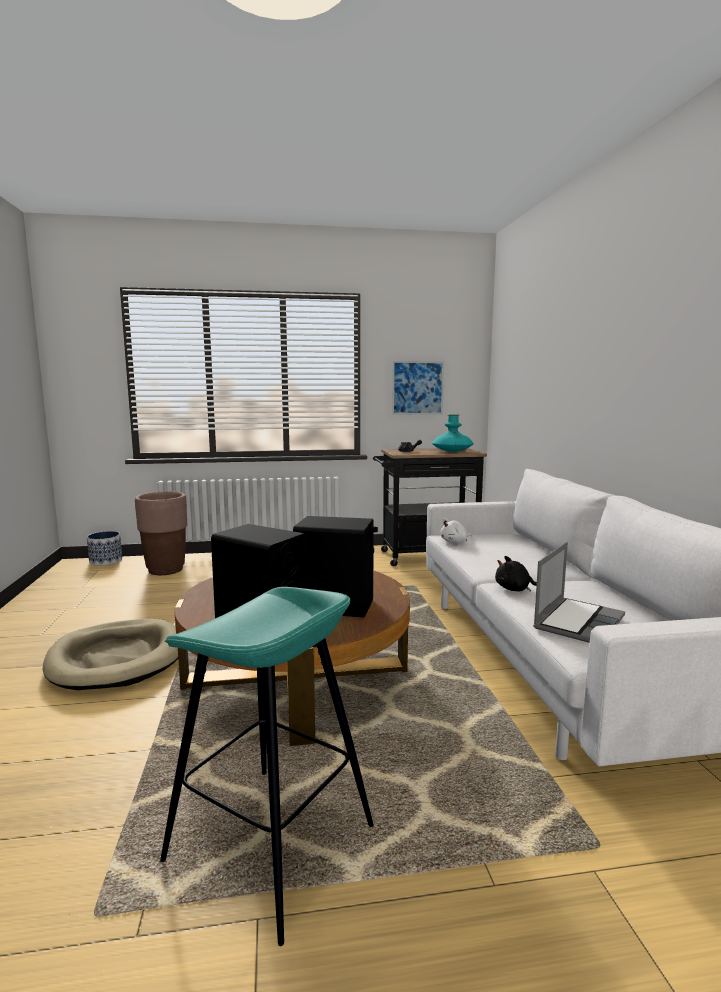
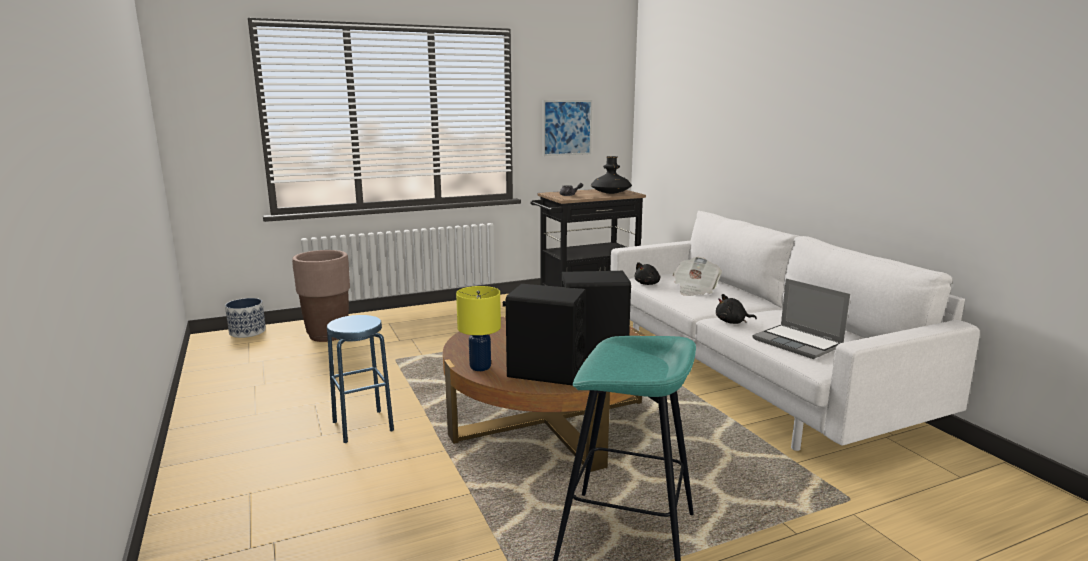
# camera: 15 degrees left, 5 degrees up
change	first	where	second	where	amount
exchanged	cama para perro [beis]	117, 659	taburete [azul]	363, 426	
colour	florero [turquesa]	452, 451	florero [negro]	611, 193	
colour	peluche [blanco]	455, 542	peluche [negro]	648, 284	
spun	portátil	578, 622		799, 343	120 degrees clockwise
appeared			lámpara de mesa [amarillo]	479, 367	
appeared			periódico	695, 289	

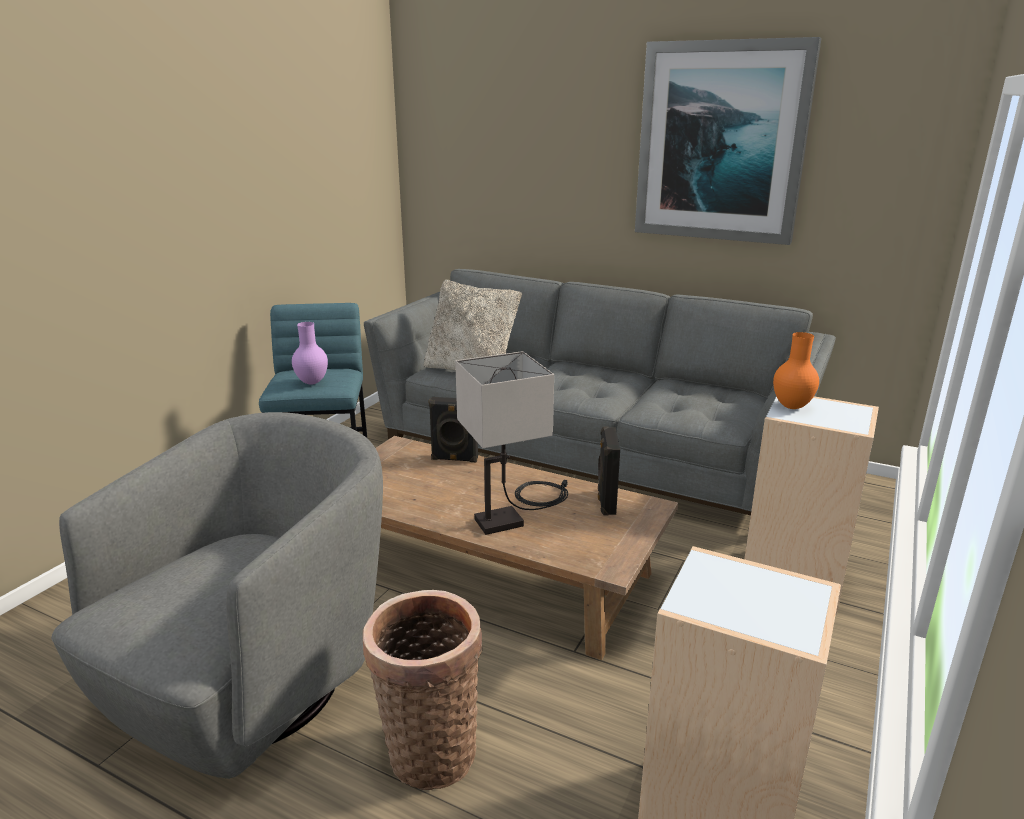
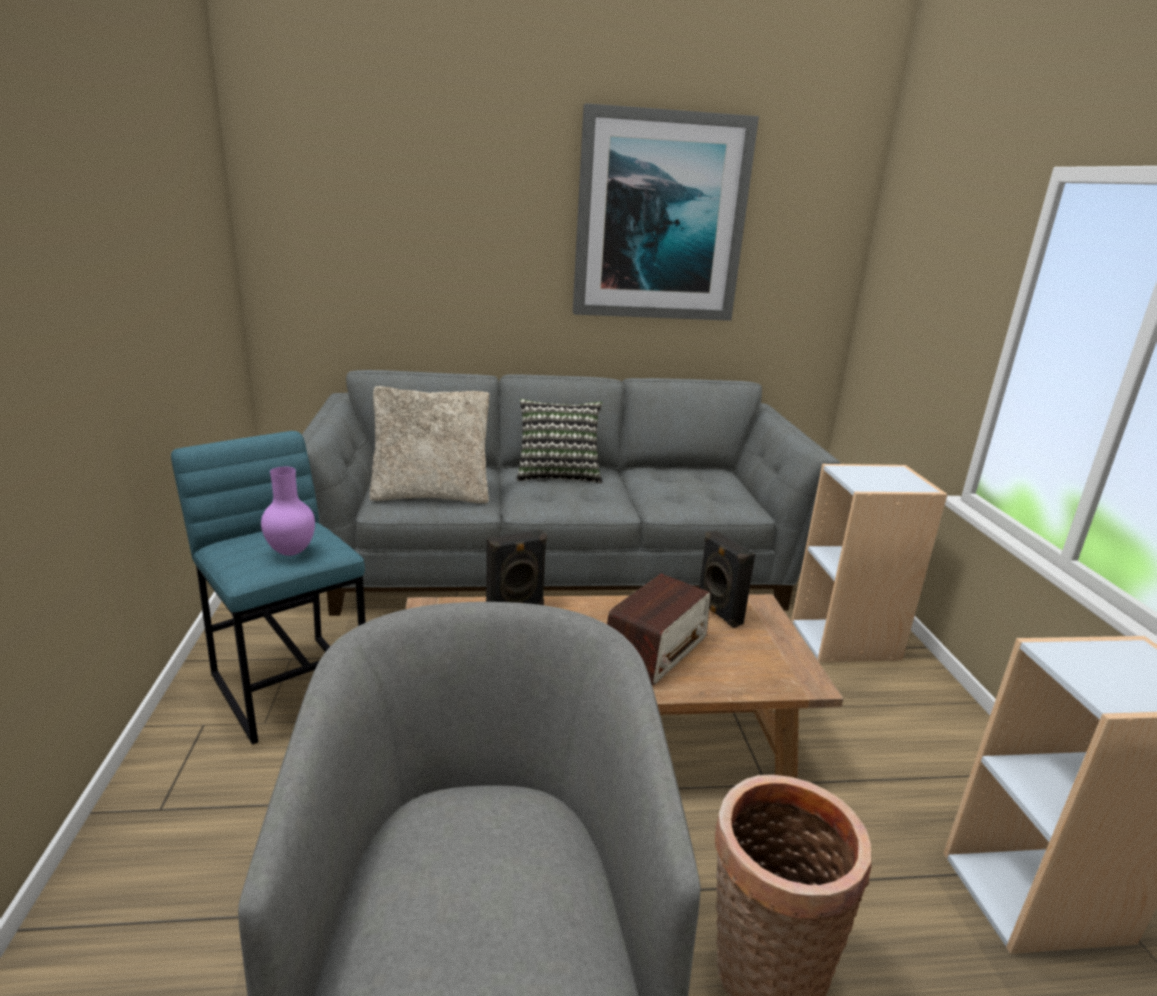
# camera: 35 degrees left, 0 degrees up
change	first	where	second	where	amount
exchanged	lámpara de mesa	519, 511	radio	656, 649	
missing	florero [naranja]	792, 407			
appeared			cojín	558, 475	

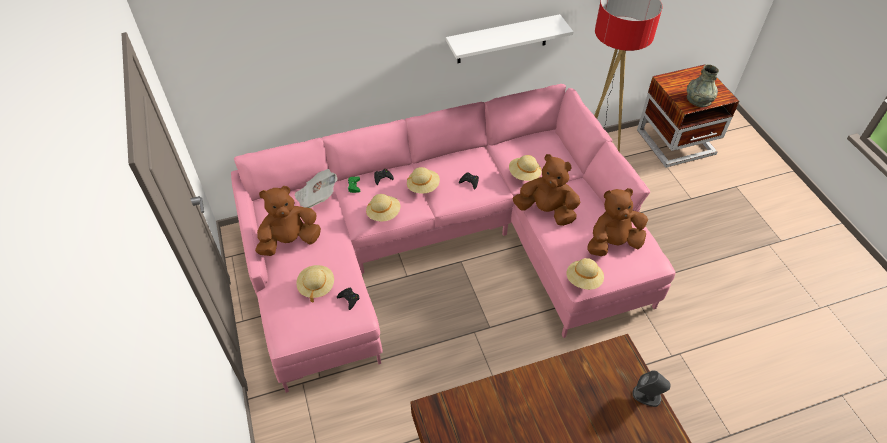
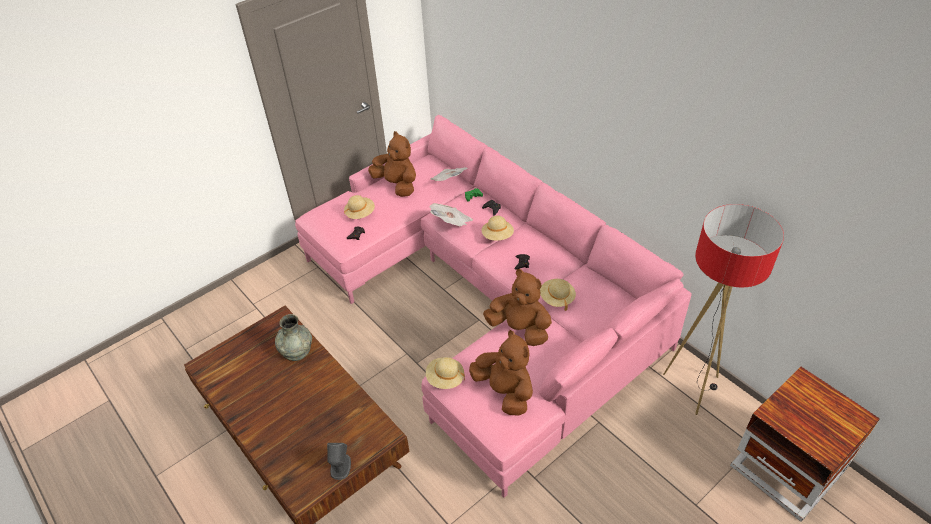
# camera: 70 degrees right, 5 degrees down
change	first	where	second	where	amount
exchanged	sombrero [beis]	383, 214	periódico	451, 223	
missing	estante [blanco]	502, 39			
spun	peluche [marrón]	546, 211		520, 329	60 degrees counterclockwise
relocated	florero [gris]	698, 100		296, 349	

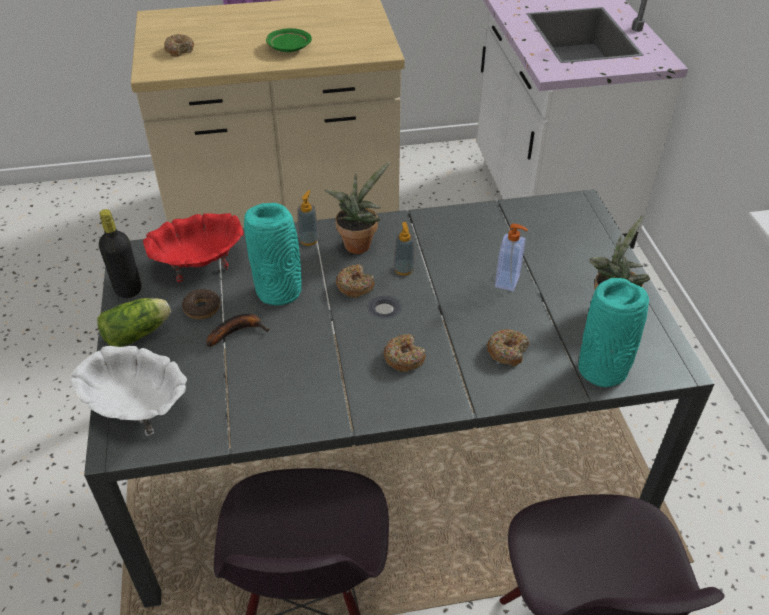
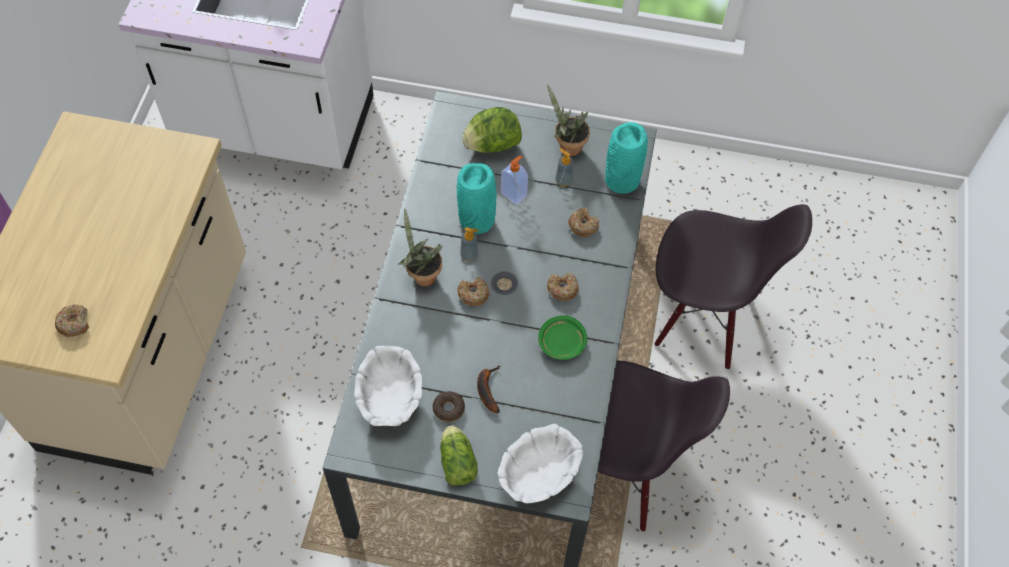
# camera: 70 degrees left, 15 degrees up
change	first	where	second	where	amount
missing	botella [negro]	128, 289			
colour	cuenco [rojo]	199, 263	cuenco [blanco]	389, 398	
relocated	florero [turquesa]	280, 292		477, 219	
relocated	plato [verde]	288, 47		562, 342	
relocated	dispensador de jabón	309, 240		563, 181	
appeared			lechuga	492, 145	

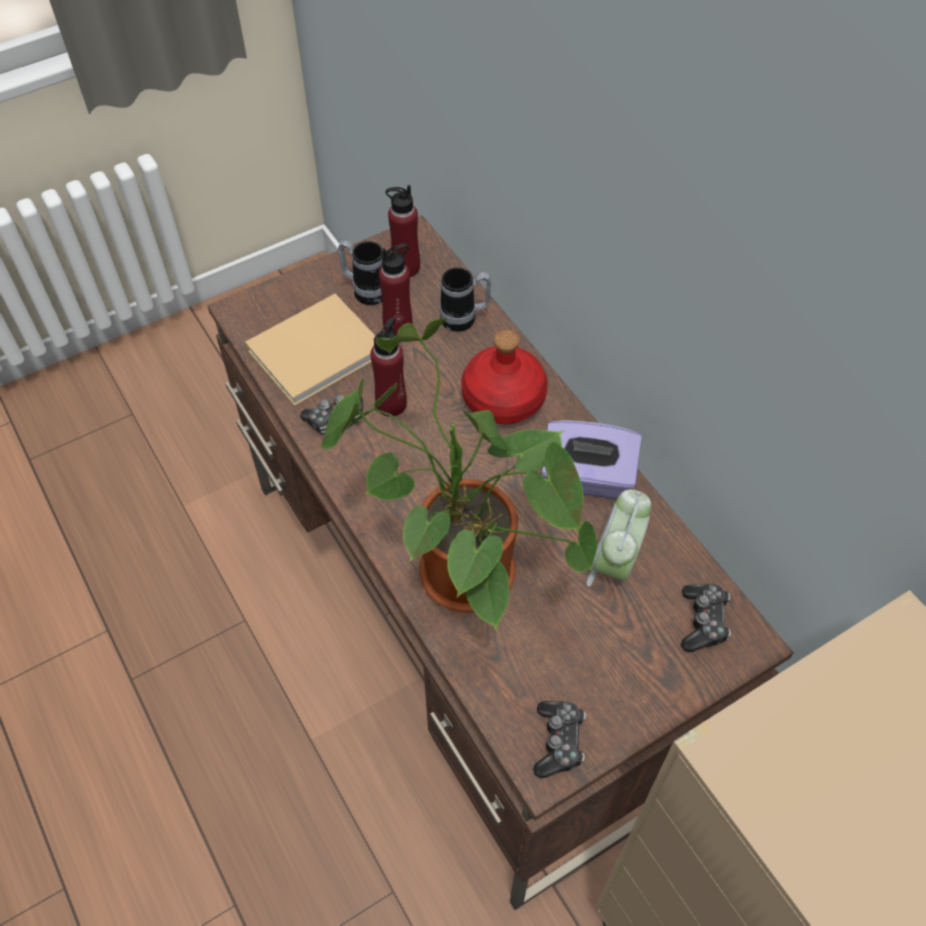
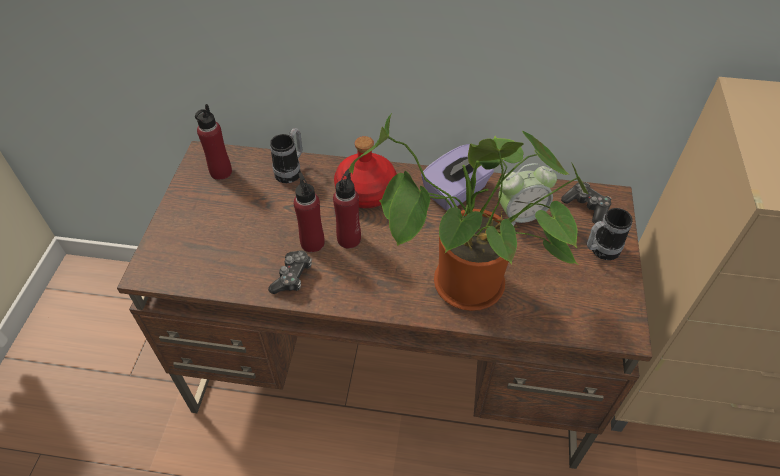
# camera: 50 degrees left, 5 degrees down
change	first	where	second	where	amount
missing	libro [beis]	319, 350			
relocated	taza grande	365, 290		599, 251	
relocated	botella [rojo]	398, 326		349, 239	
missing	mando de consola	559, 742			
spun	despertador	615, 563		520, 217	75 degrees counterclockwise

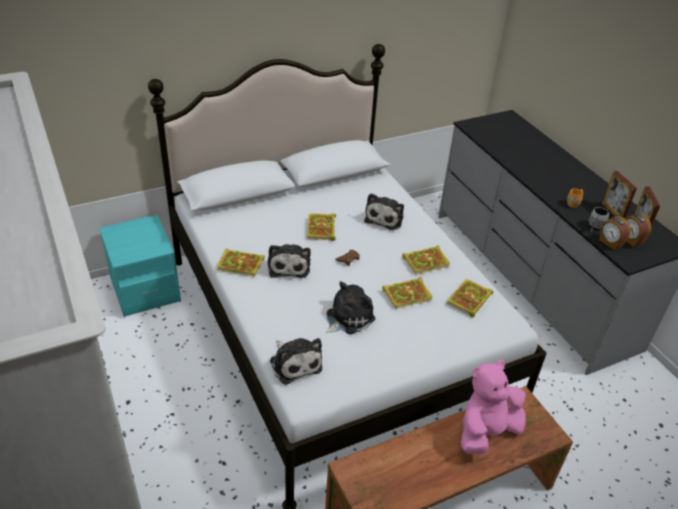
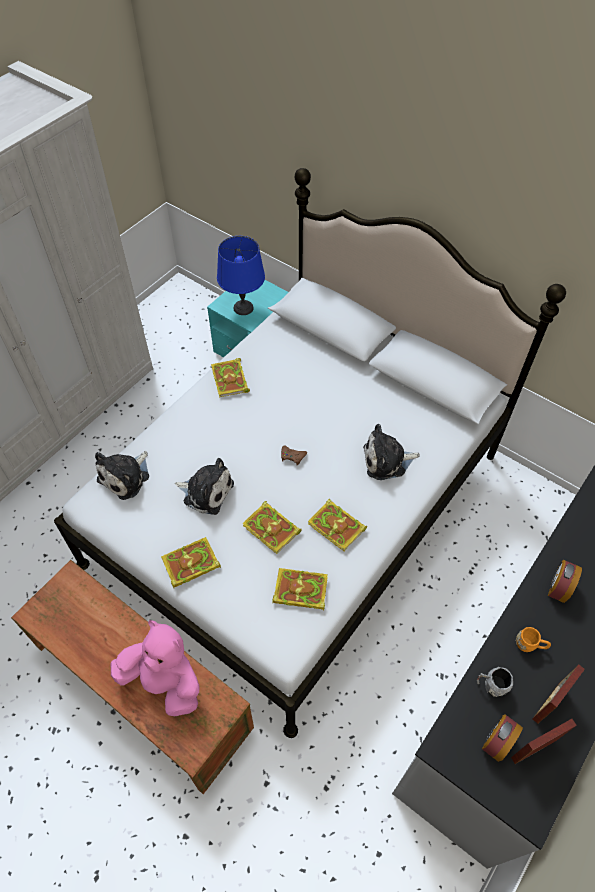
# camera: 65 degrees right, 15 degrees up
change	first	where	second	where	amount
missing	peluche	289, 266			
relocated	libro	321, 229		190, 565	
relocated	despertador	610, 243		558, 588	
appeared			lámpara de mesa [azul]	242, 308	

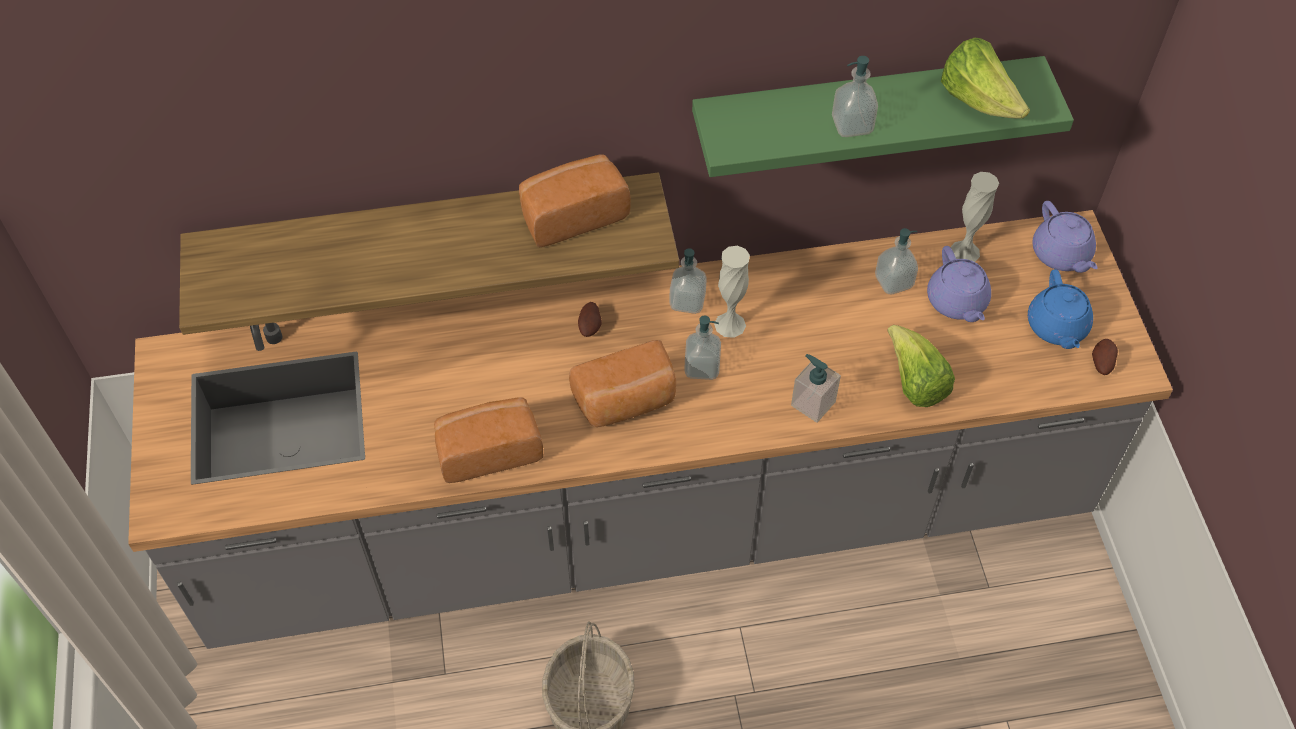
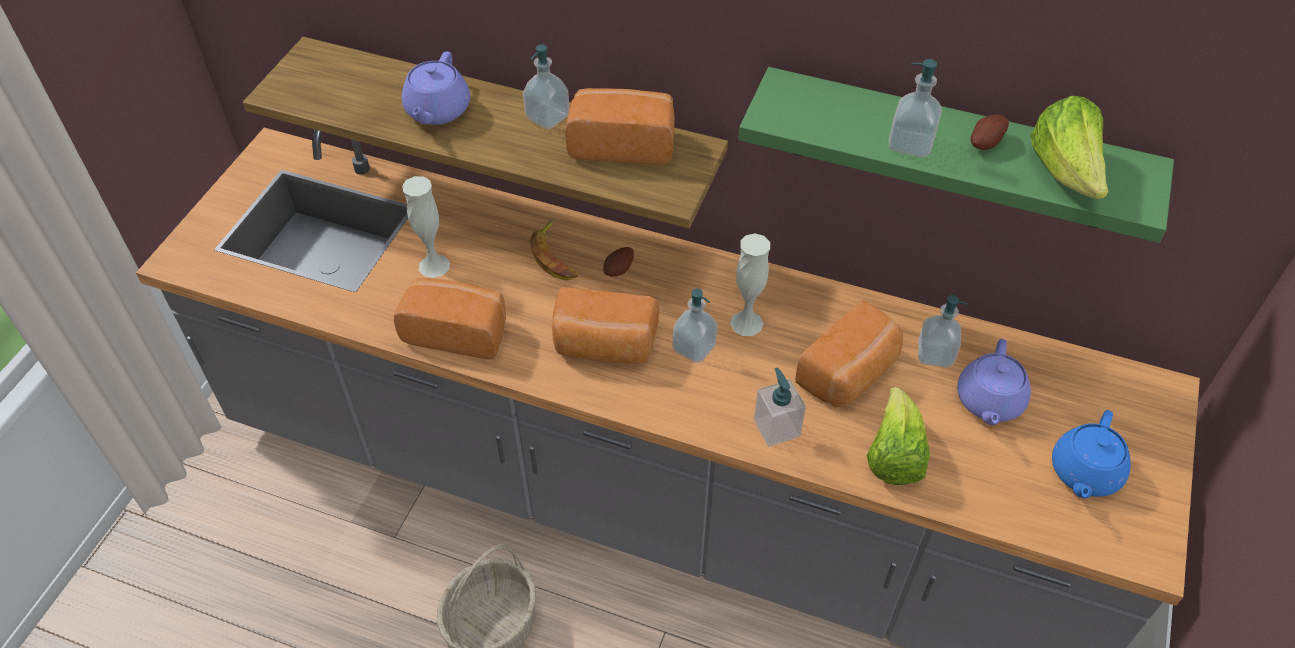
# camera: 30 degrees right, 5 degrees down
change	first	where	second	where	amount
relocated	dispensador de jabón	687, 301		547, 117	
relocated	florero [blanco]	964, 252		434, 266	
relocated	tetera [morado]	1061, 255		437, 111	
relocated	patata	1101, 363		984, 142	
appeared			plátano	555, 256	
appeared			pan	849, 374	

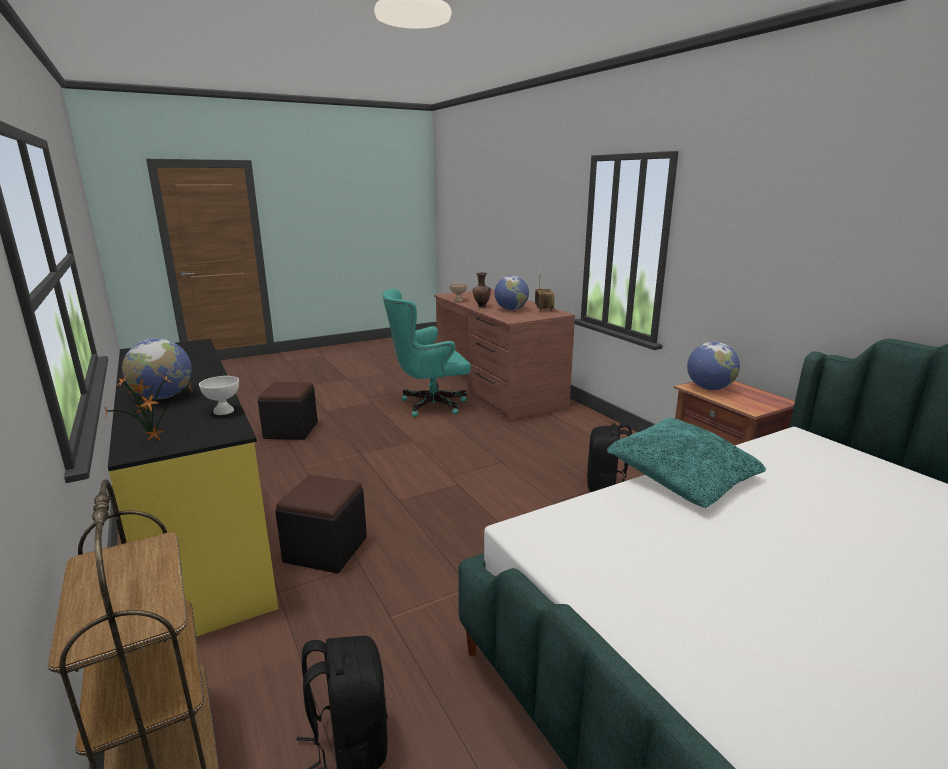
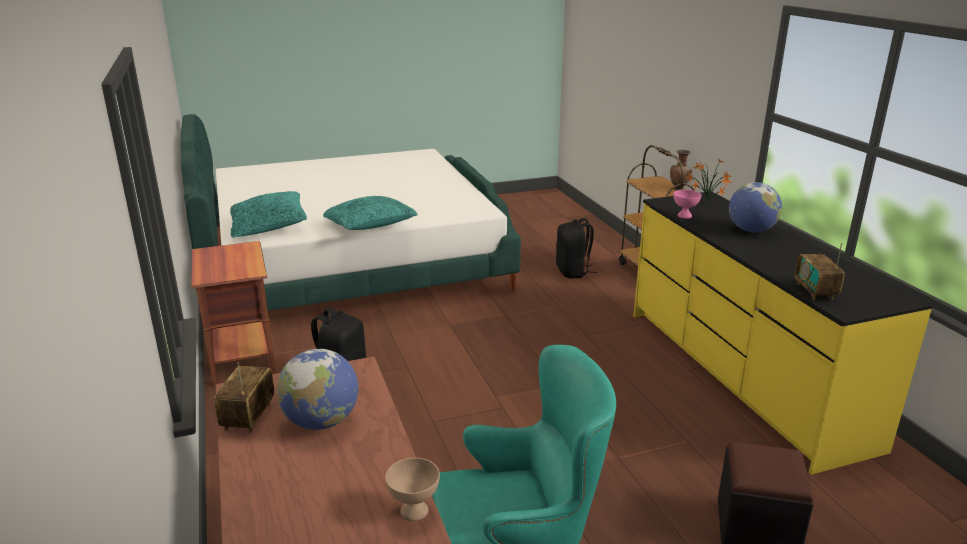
# camera: 170 degrees left, 5 degrees up
change	first	where	second	where	amount
colour	cuenco [blanco]	224, 411	cuenco [rosa]	684, 216	
missing	puf [negro]	326, 549			
relocated	florero [marrón]	481, 306		679, 189	
missing	globo terráqueo	709, 388			
appeared			cojín [turquesa]	268, 226	
appeared			radio	815, 291	

